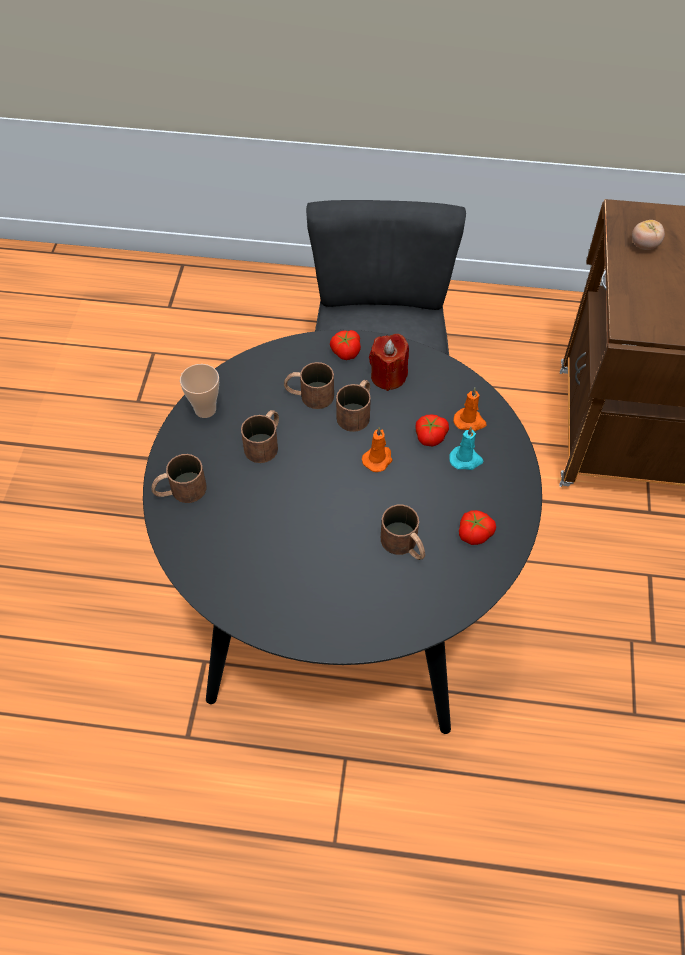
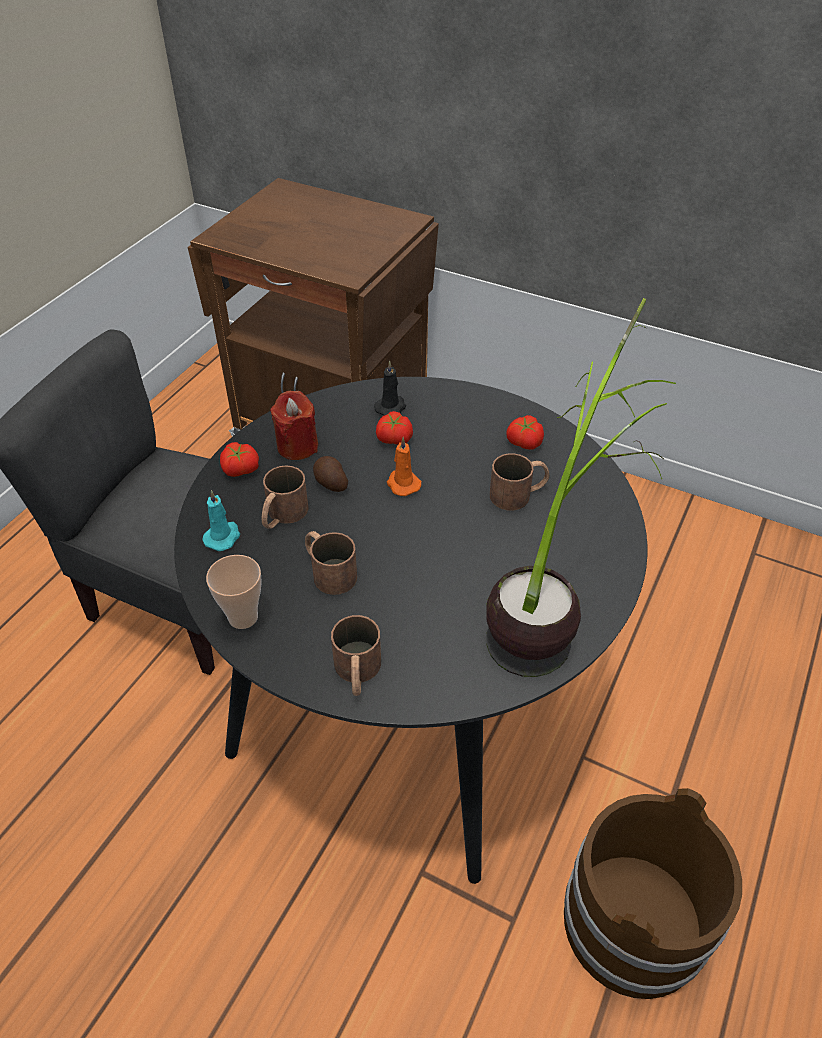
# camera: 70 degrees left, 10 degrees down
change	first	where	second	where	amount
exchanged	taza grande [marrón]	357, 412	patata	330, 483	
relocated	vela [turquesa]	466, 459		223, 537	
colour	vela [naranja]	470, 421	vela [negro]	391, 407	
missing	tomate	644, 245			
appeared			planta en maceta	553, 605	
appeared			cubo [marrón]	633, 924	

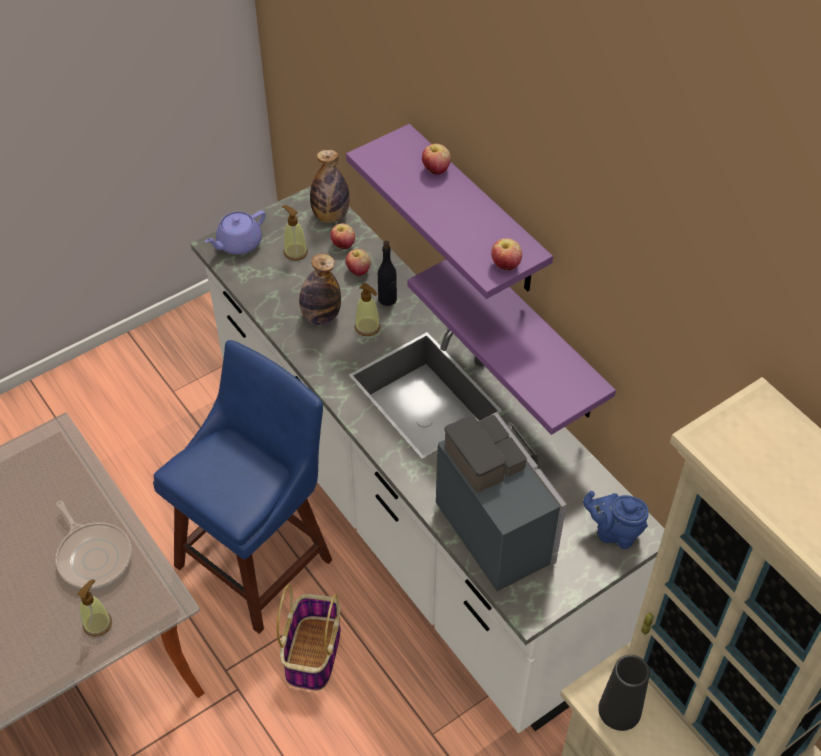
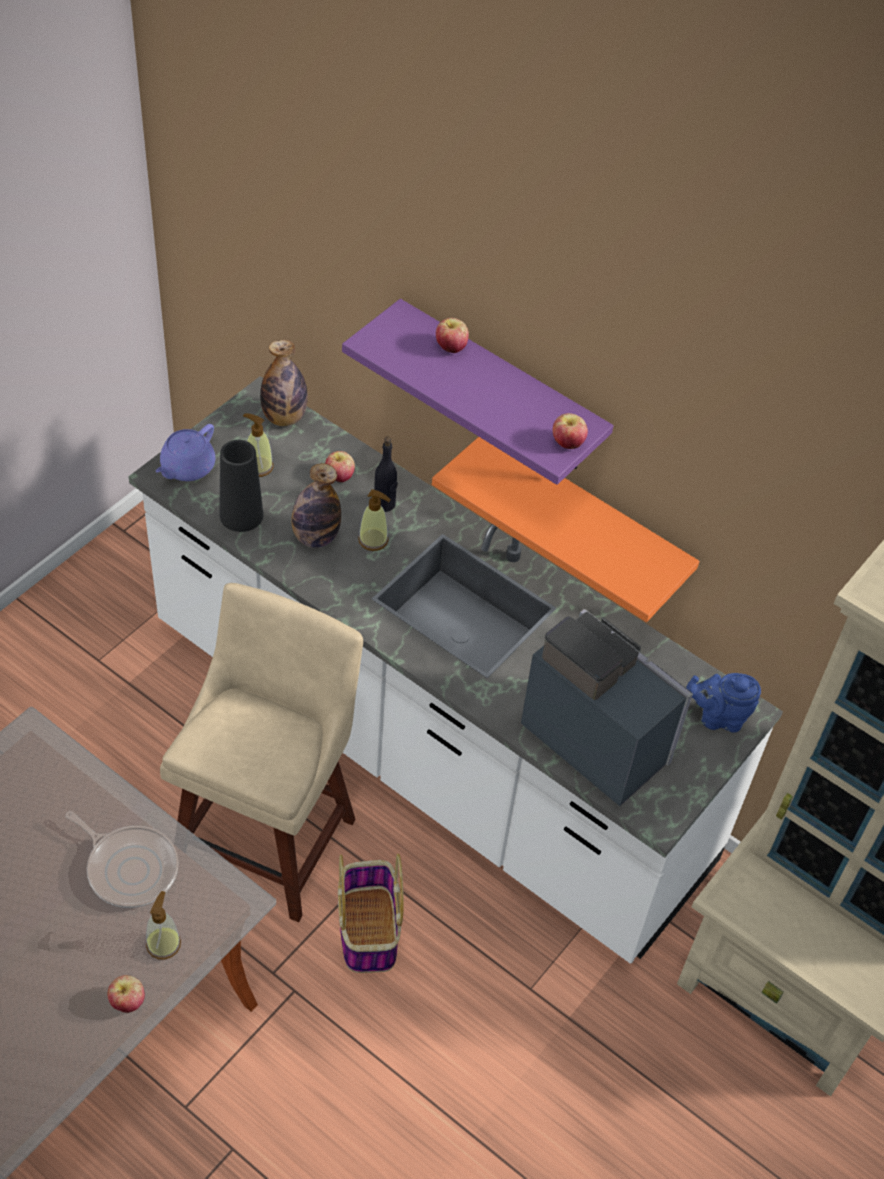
# camera: 20 degrees left, 0 degrees up
change	first	where	second	where	amount
colour	silla [azul]	259, 557	silla [beis]	270, 834	
relocated	manzana	343, 245		128, 1002	
colour	estante [morado]	536, 338	estante [naranja]	585, 519	
relocated	florero [negro]	619, 710		241, 515	

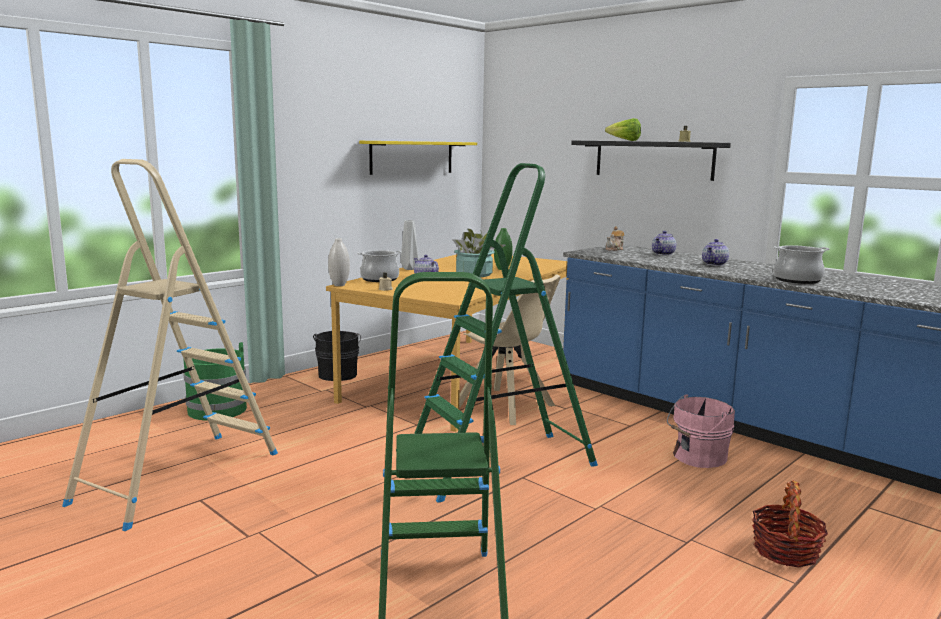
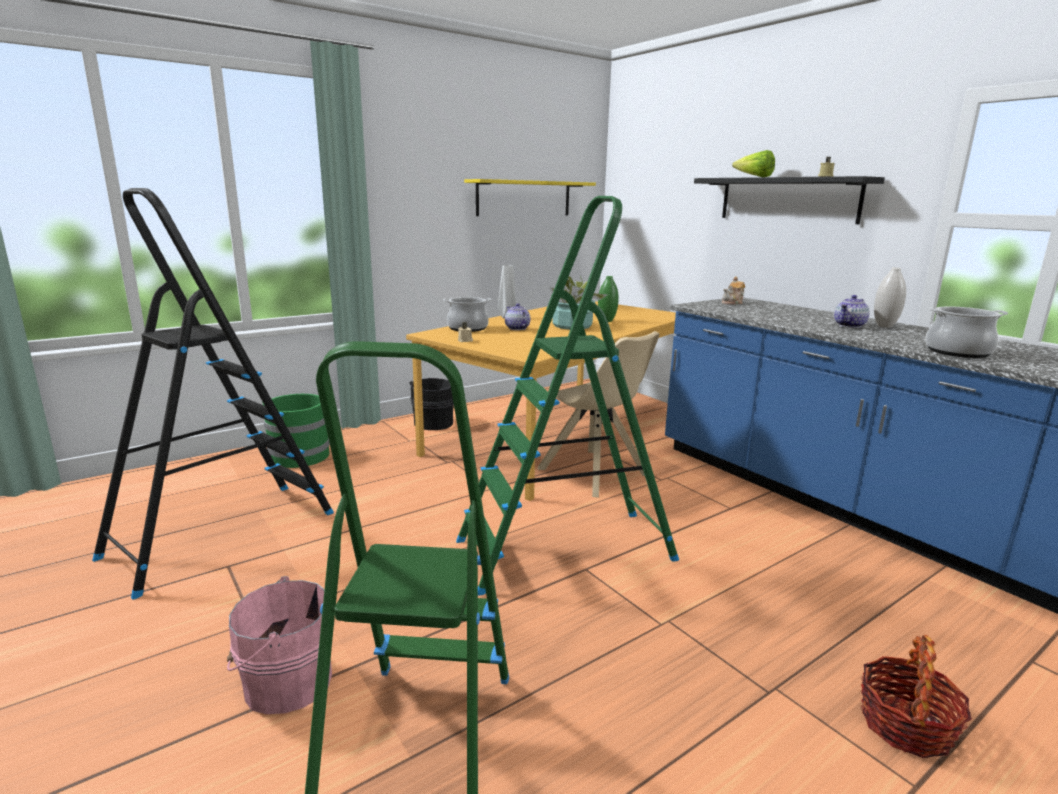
# camera: 10 degrees right, 5 degrees up
change	first	where	second	where	amount
colour	escalera de tijera [beis]	179, 476	escalera de tijera [negro]	223, 534	
relocated	florero [blanco]	339, 285		884, 326	
missing	tetera	663, 254			
relocated	cubo [rosa]	697, 457		284, 682	

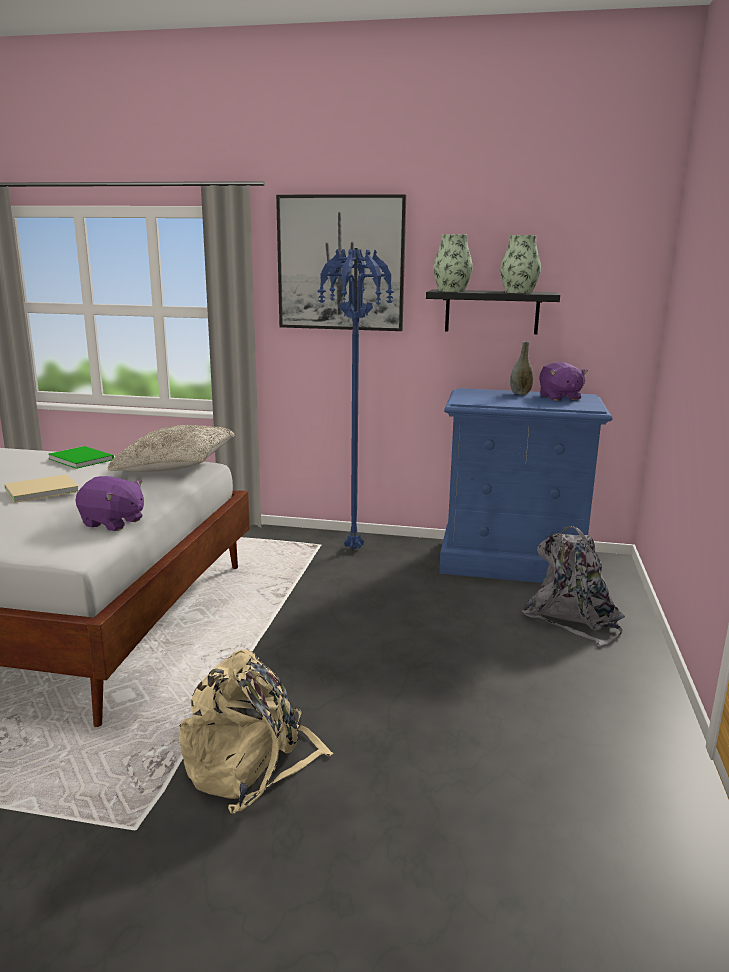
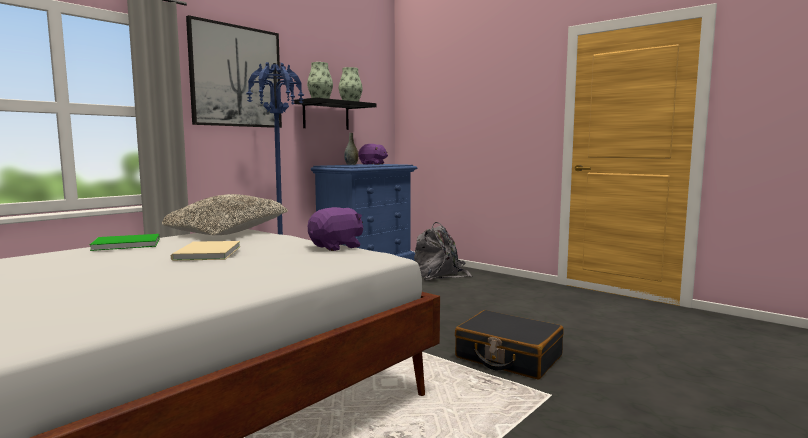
# camera: 60 degrees left, 10 degrees down
change	first	where	second	where	amount
exchanged	mochila [beis]	251, 764	maleta [negro]	508, 357	

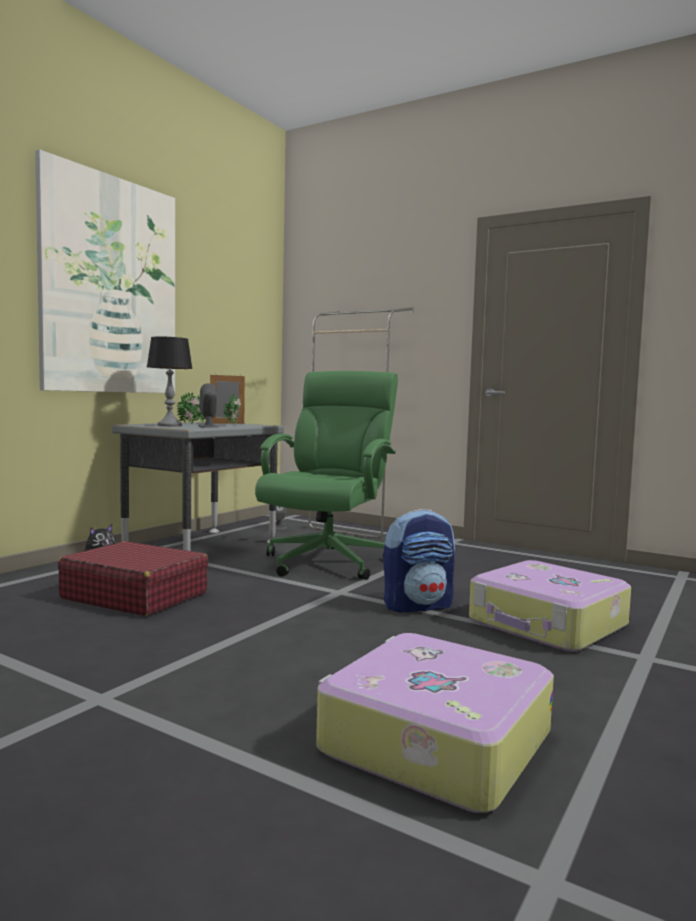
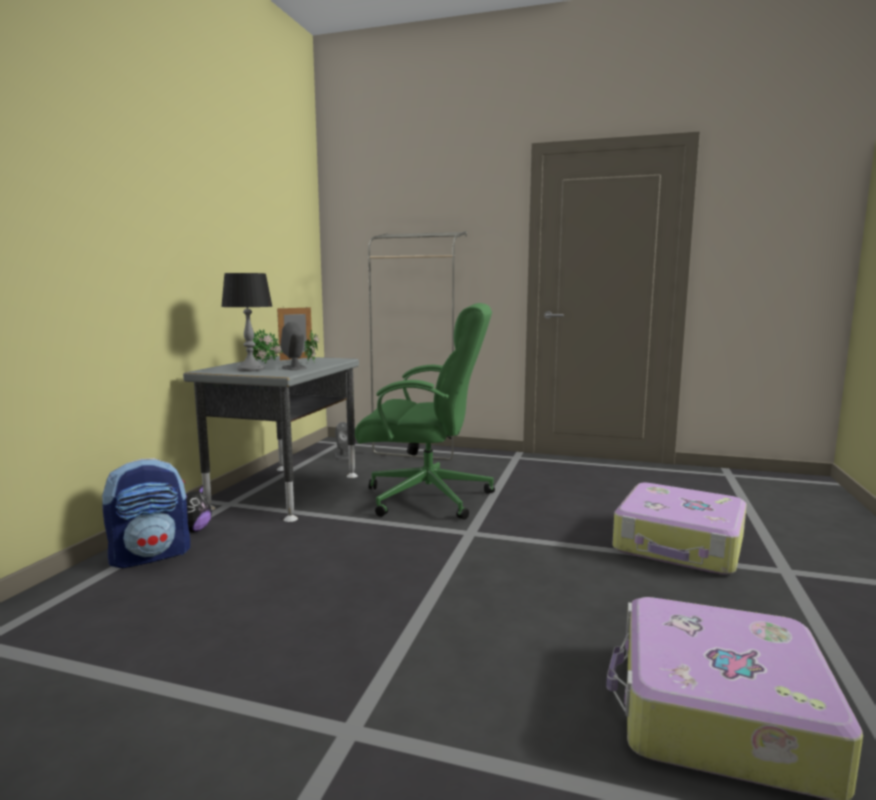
# camera: 15 degrees left, 5 degrees up
change	first	where	second	where	amount
missing	cuadro	111, 286			
missing	maleta [rojo]	134, 596			
spun	silla de oficina [verde]	326, 563		427, 497	90 degrees clockwise
relocated	mochila	418, 606		151, 555	

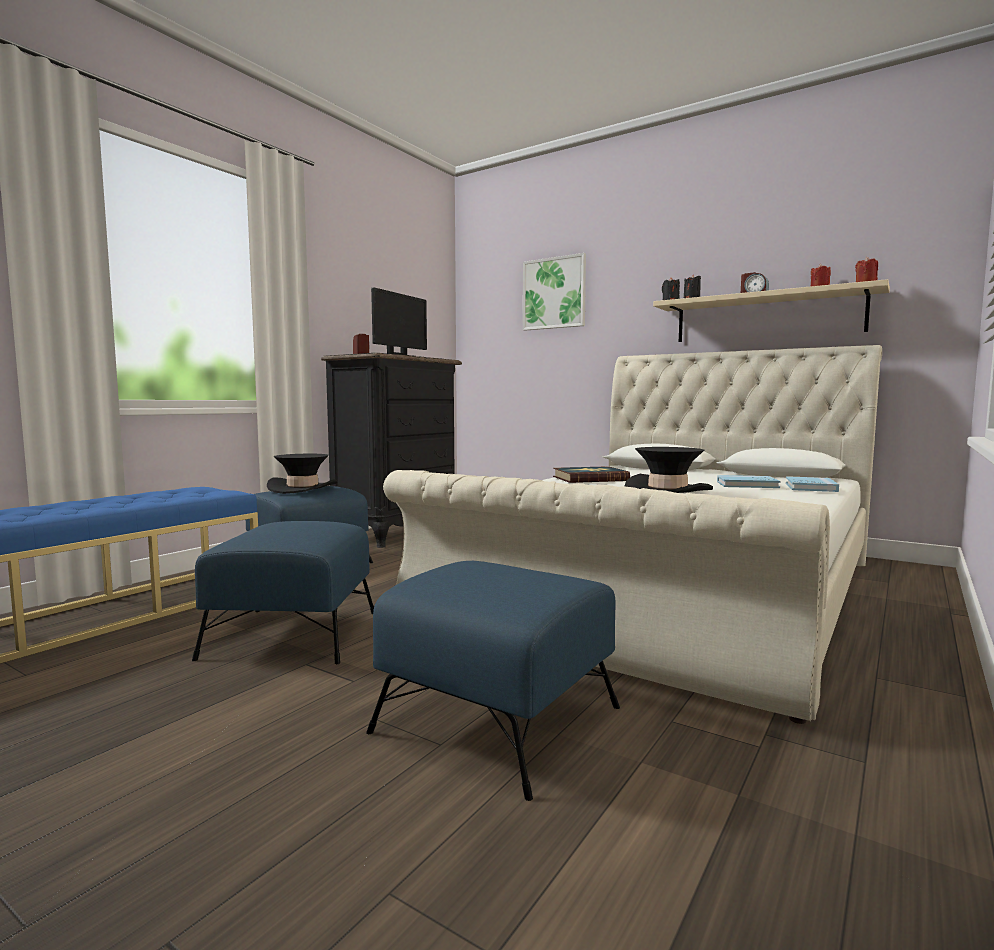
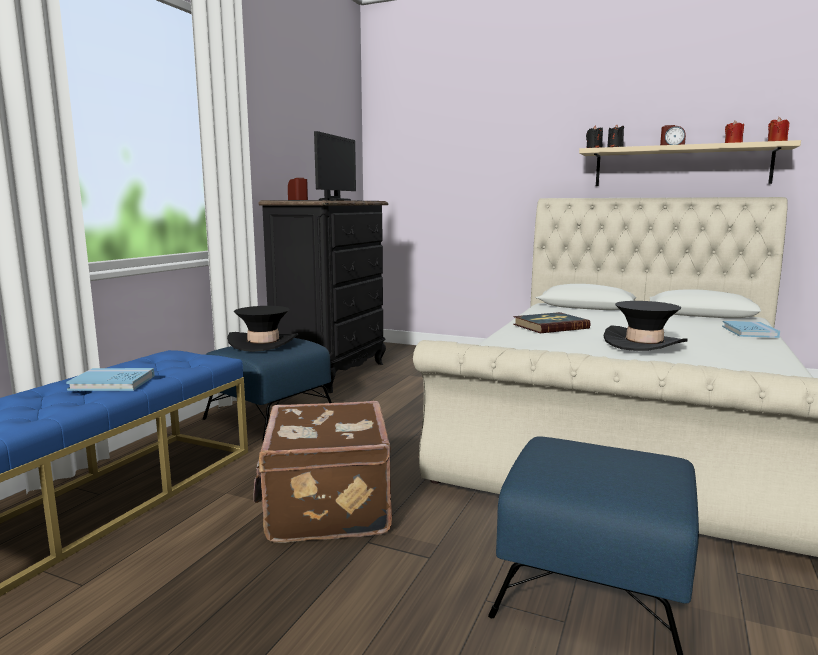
# camera: 10 degrees left, 5 degrees up
change	first	where	second	where	amount
exchanged	puf [azul]	291, 635	maleta [marrón]	325, 507	
missing	cuadro	554, 293			
relocated	libro [azul]	747, 485		112, 383	

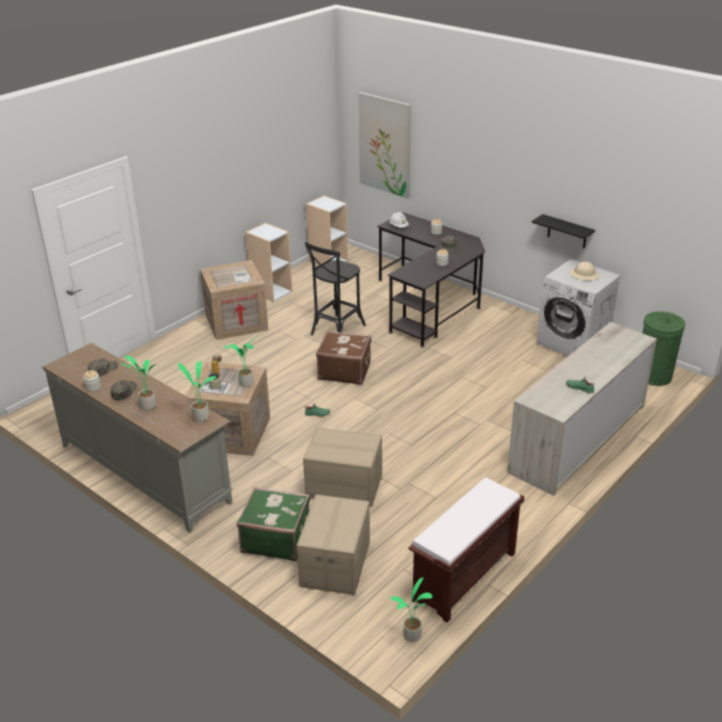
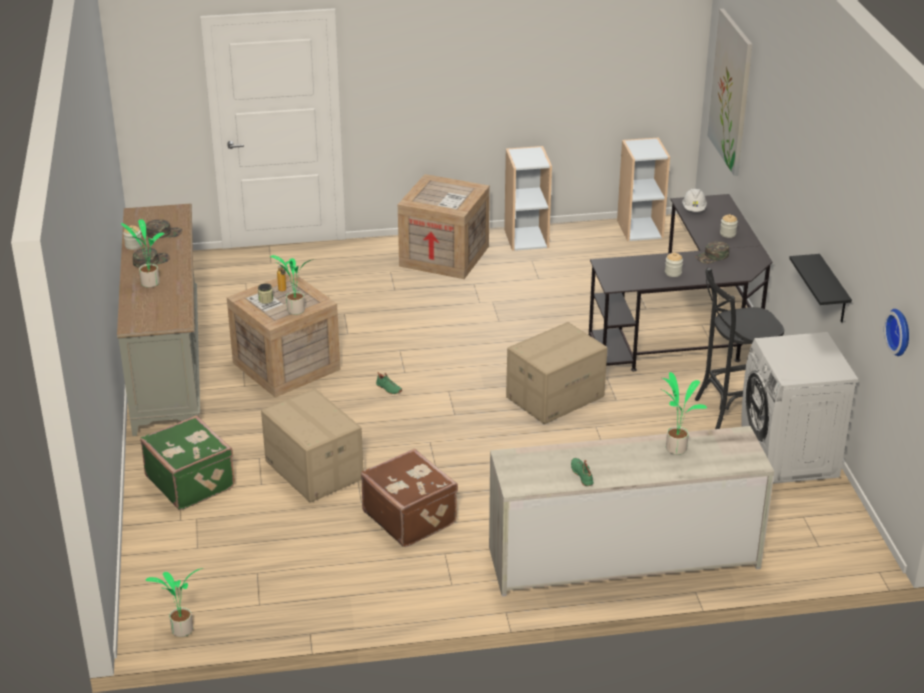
# camera: 40 degrees right, 0 degrees up
change	first	where	second	where	amount
relocated	planta en maceta	200, 417		676, 448	
relocated	caja de cartón	334, 563		554, 396	
relocated	taburete [negro]	336, 331		732, 409	
relocated	maleta [marrón]	344, 371		410, 517	
missing	banco [marrón]	464, 578			
missing	casco [beis]	584, 275			
missing	papelera [verde]	654, 376			
appeared			reloj de pared	900, 332	

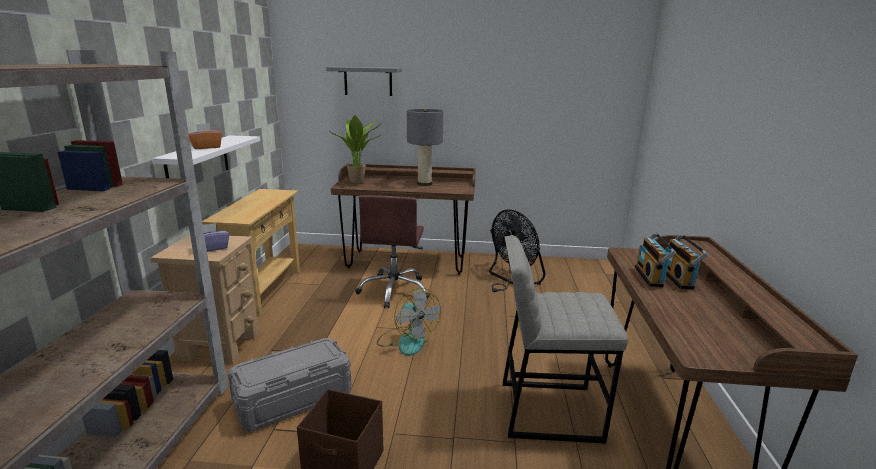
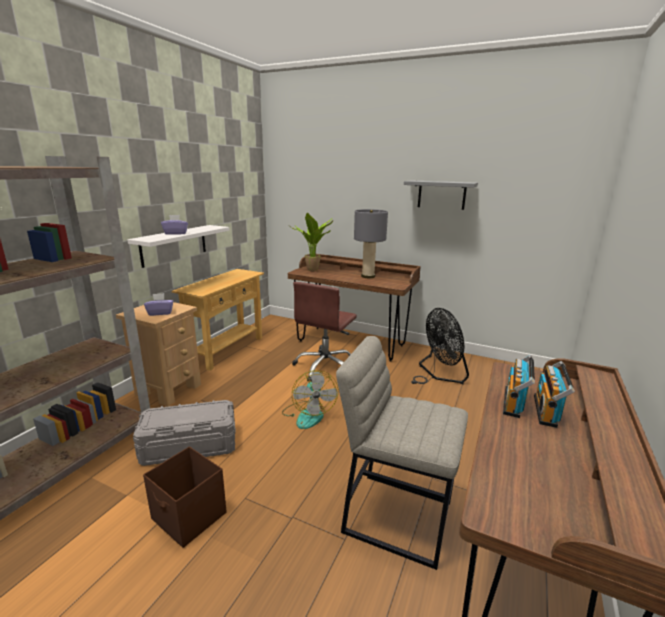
# camera: 20 degrees right, 0 degrees up
change	first	where	second	where	amount
colour	caja de pañuelos [naranja]	206, 147	caja de pañuelos [morado]	176, 233	
relocated	estante [gris]	368, 81		441, 195	

